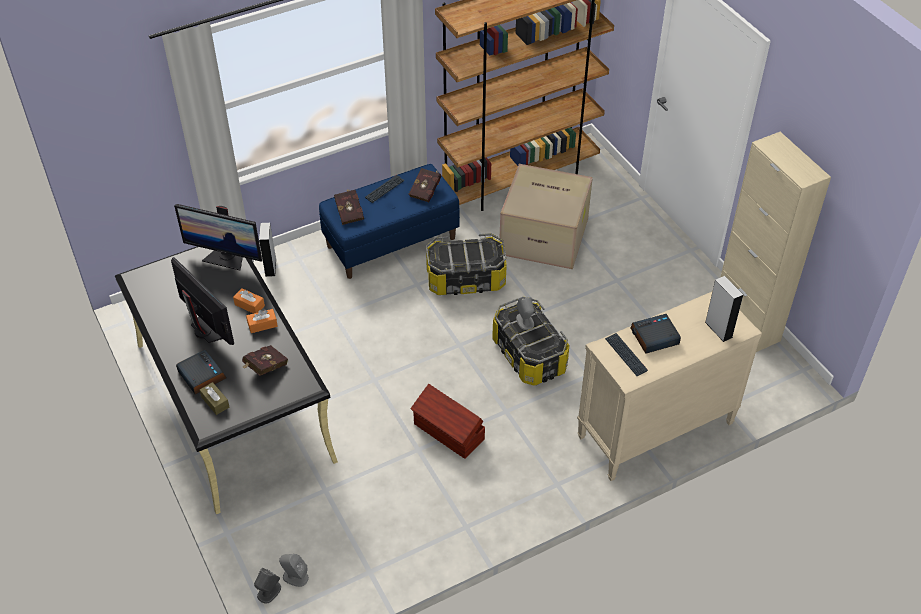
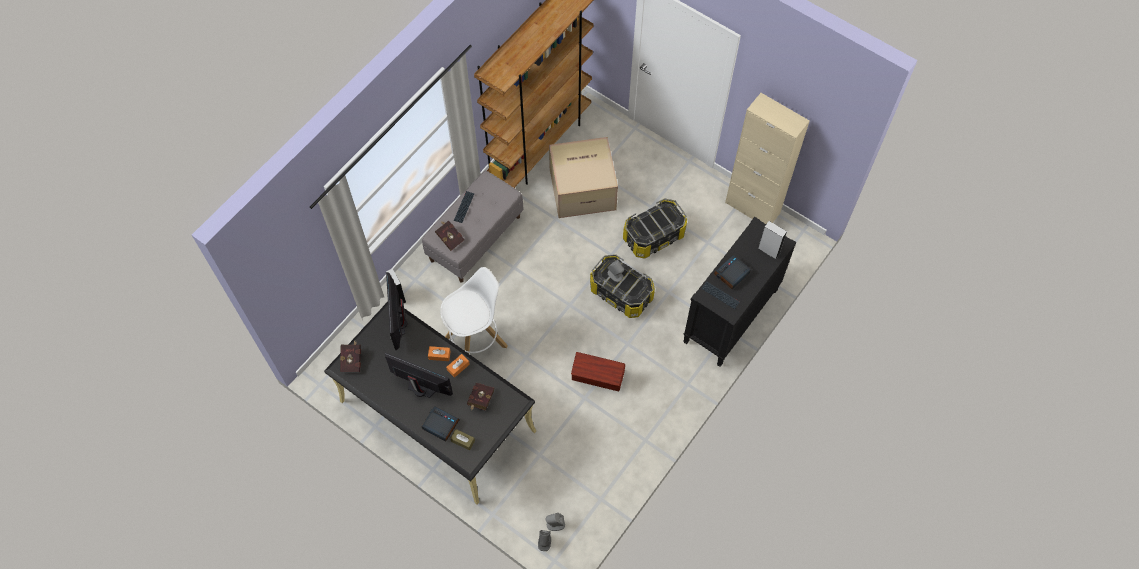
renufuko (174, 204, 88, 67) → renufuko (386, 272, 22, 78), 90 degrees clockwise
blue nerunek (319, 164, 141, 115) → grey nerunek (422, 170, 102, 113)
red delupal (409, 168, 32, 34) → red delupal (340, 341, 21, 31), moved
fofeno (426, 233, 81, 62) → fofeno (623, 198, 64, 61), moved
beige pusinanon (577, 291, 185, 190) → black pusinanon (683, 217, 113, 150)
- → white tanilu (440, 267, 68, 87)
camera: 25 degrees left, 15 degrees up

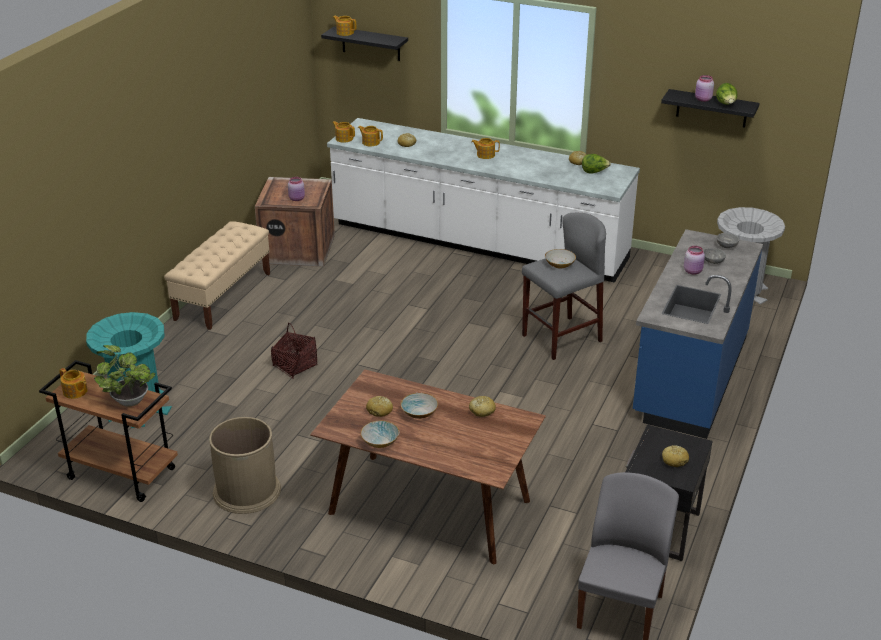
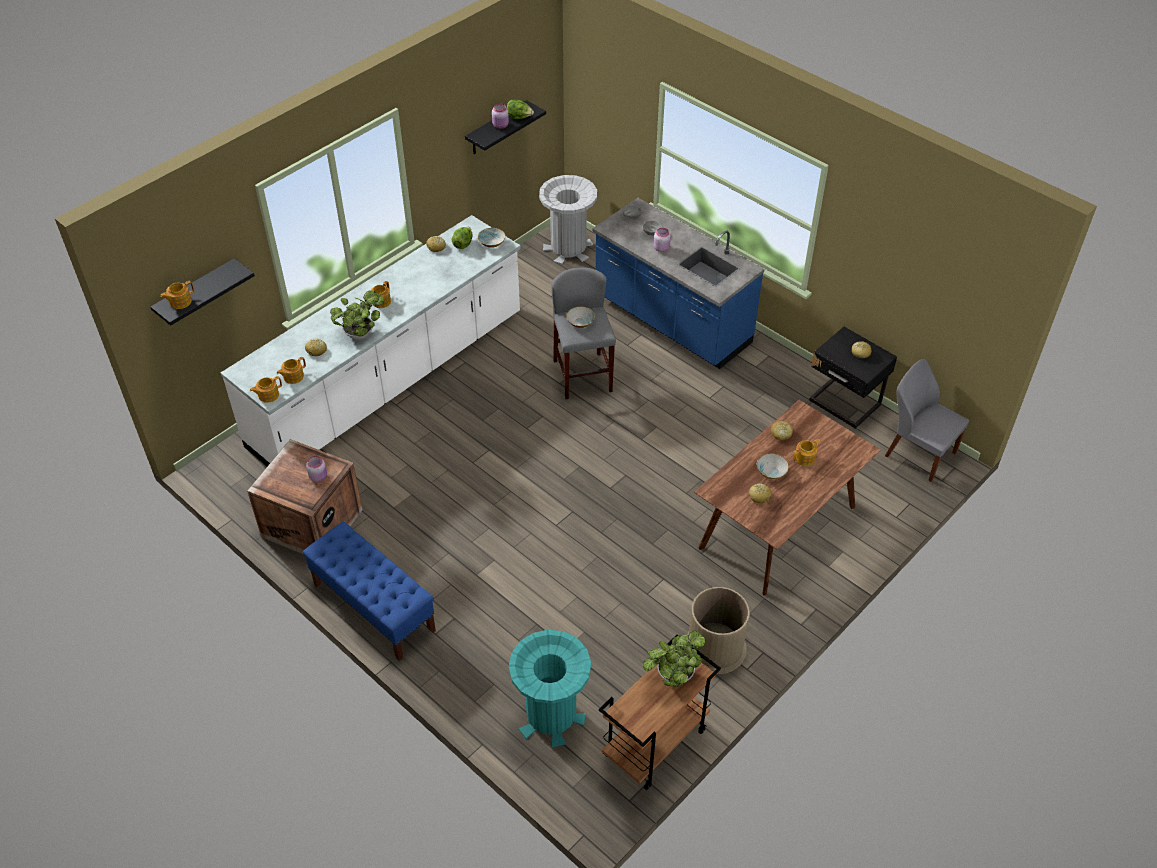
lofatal (59, 368, 29, 31) → lofatal (793, 439, 27, 27), moved
beige nerunek (164, 221, 106, 109) → blue nerunek (303, 521, 133, 140)
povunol (271, 323, 47, 56) → -
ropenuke (360, 421, 39, 27) → ropenuke (478, 228, 28, 20), moved
- → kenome (330, 291, 55, 49)
camera: 70 degrees left, 15 degrees up

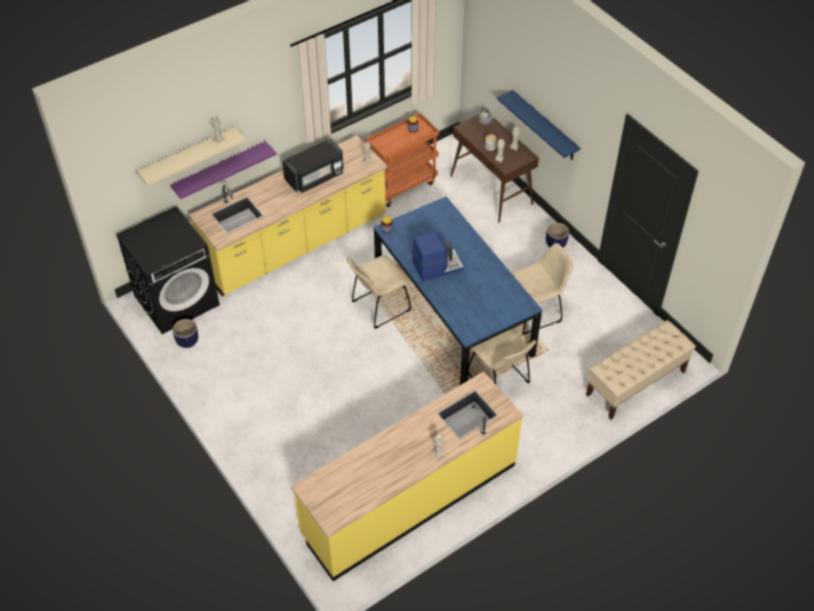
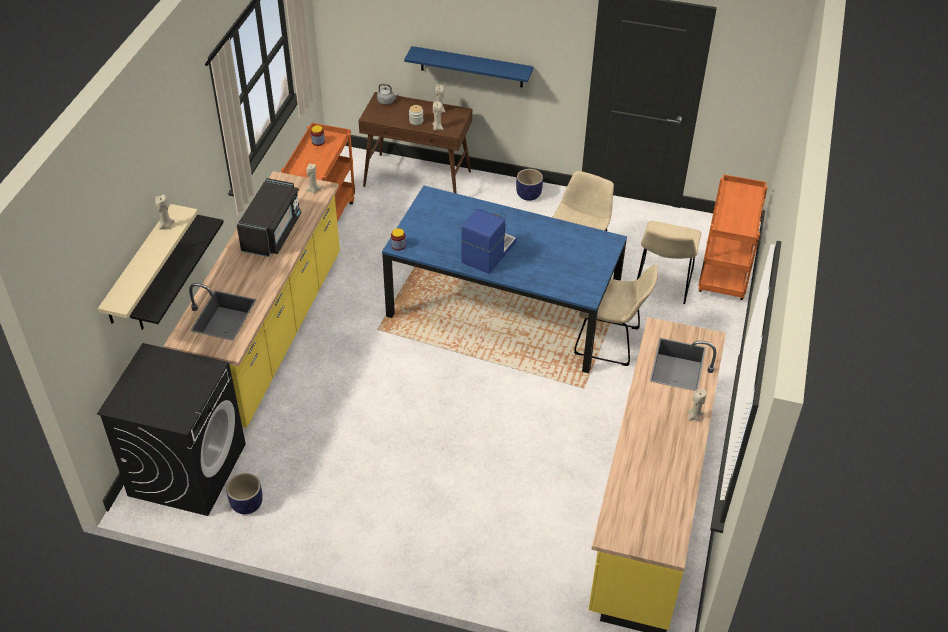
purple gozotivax (170, 141, 107, 58) → black gozotivax (130, 215, 94, 115)
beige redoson (346, 255, 65, 74) → beige redoson (637, 221, 64, 83), moved
beige nerunek (586, 320, 110, 100) → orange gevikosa (698, 174, 70, 126)
camera: 40 degrees left, 5 degrees down

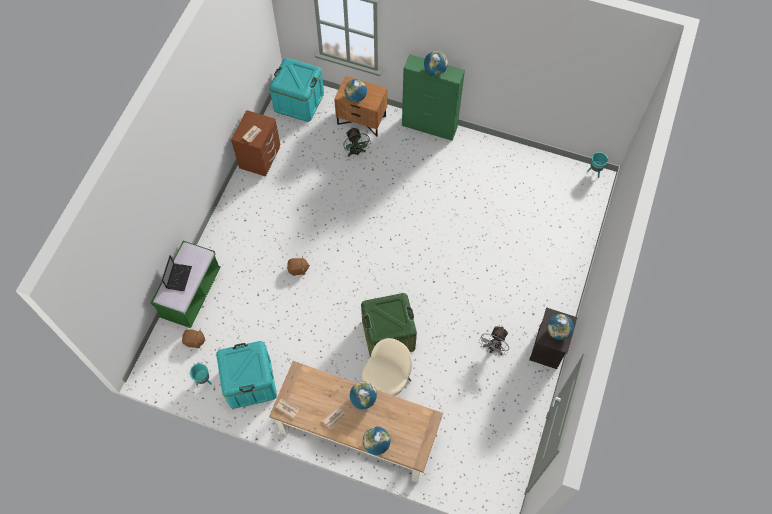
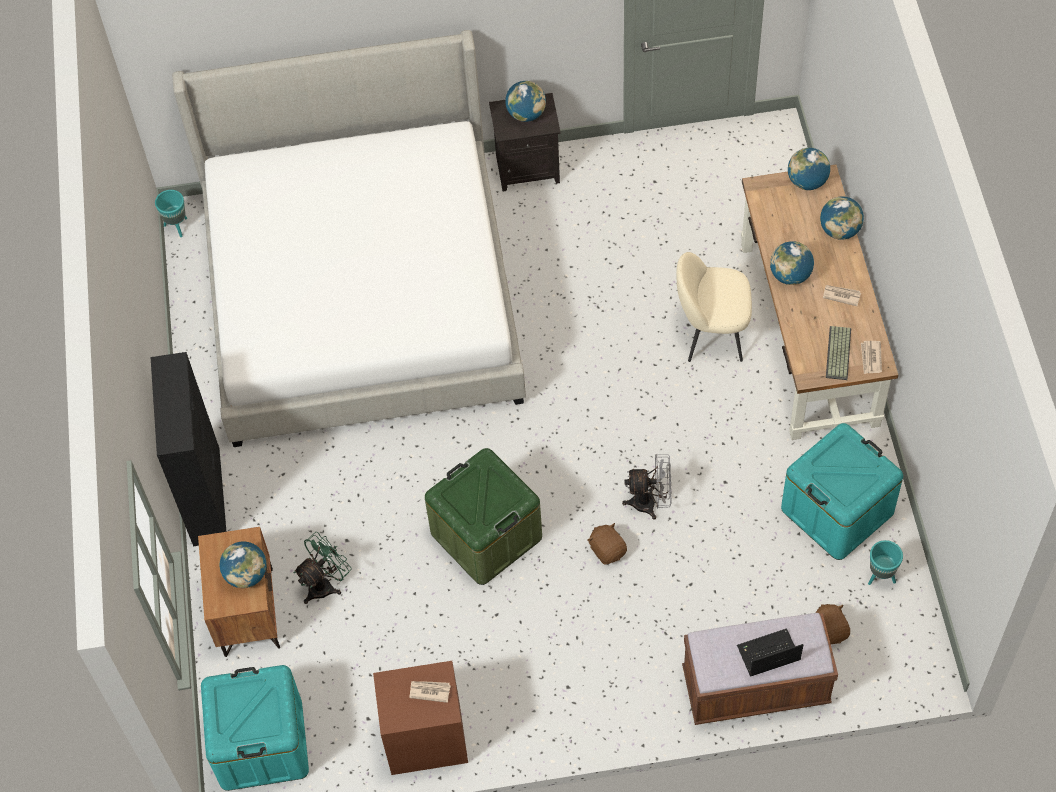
green nerunek (151, 241, 70, 87) → brown nerunek (682, 613, 156, 112)
green fofeno (361, 293, 56, 63) → green fofeno (425, 448, 117, 137), moved
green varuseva (402, 54, 63, 87) → black varuseva (151, 352, 75, 194)
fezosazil (424, 51, 24, 24) → fezosazil (788, 148, 42, 42), moved
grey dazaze (481, 326, 28, 31) → grey dazaze (622, 454, 50, 66), moved
- → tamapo (172, 30, 354, 417)
- → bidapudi (826, 326, 25, 54)
camera: 115 degrees left, 5 degrees down

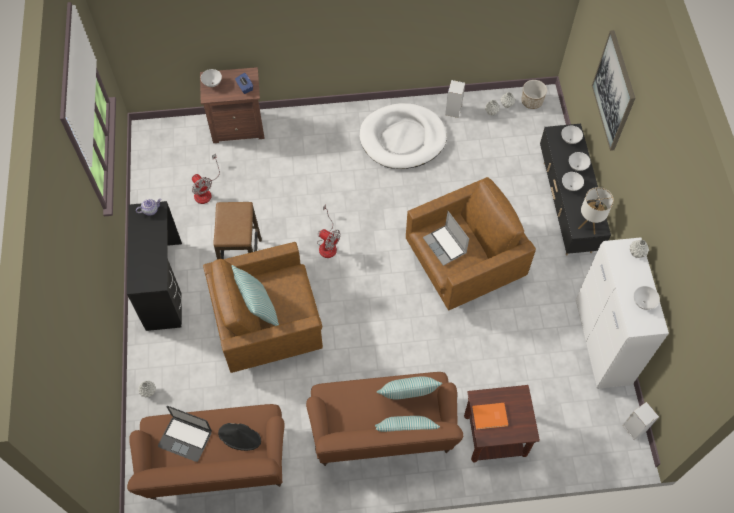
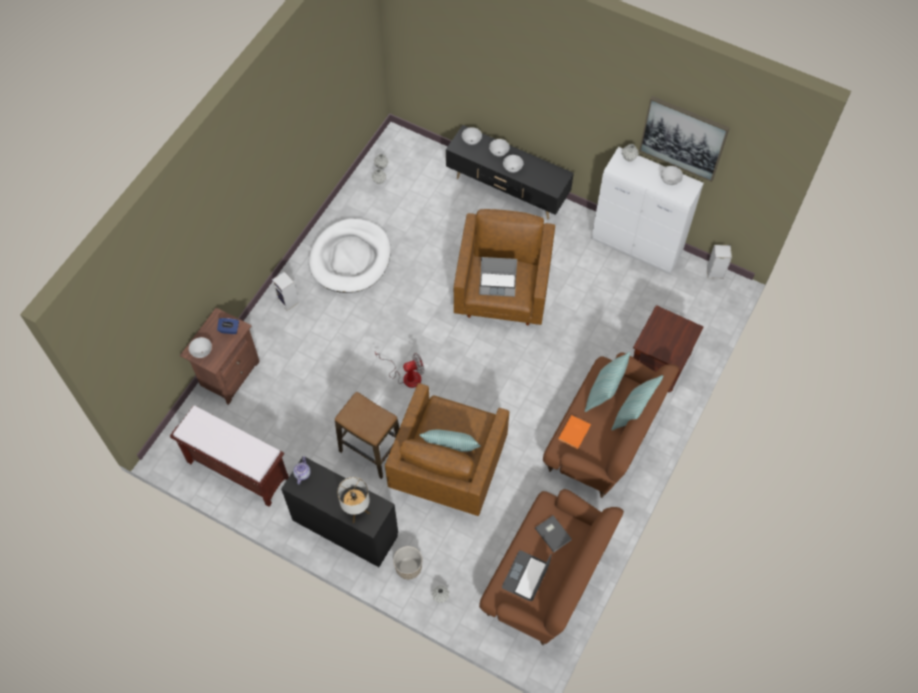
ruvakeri (158, 406, 54, 56) → ruvakeri (502, 550, 50, 51), 150 degrees clockwise
dazaze (192, 154, 28, 50) → -
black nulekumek (218, 423, 43, 28) → grey delupal (535, 516, 37, 37)
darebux (445, 80, 20, 38) → darebux (272, 272, 27, 39), moved
orange delupal (472, 403, 36, 27) → orange delupal (558, 415, 33, 34), moved
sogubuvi (521, 80, 26, 29) → sogubuvi (393, 546, 29, 33), moved
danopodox (578, 187, 36, 47) → danopodox (337, 477, 33, 47), moved
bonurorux (592, 30, 43, 121) → bonurorux (639, 96, 91, 86), moved
- → brown nerunek (170, 405, 119, 102)
camera: 55 degrees left, 0 degrees up

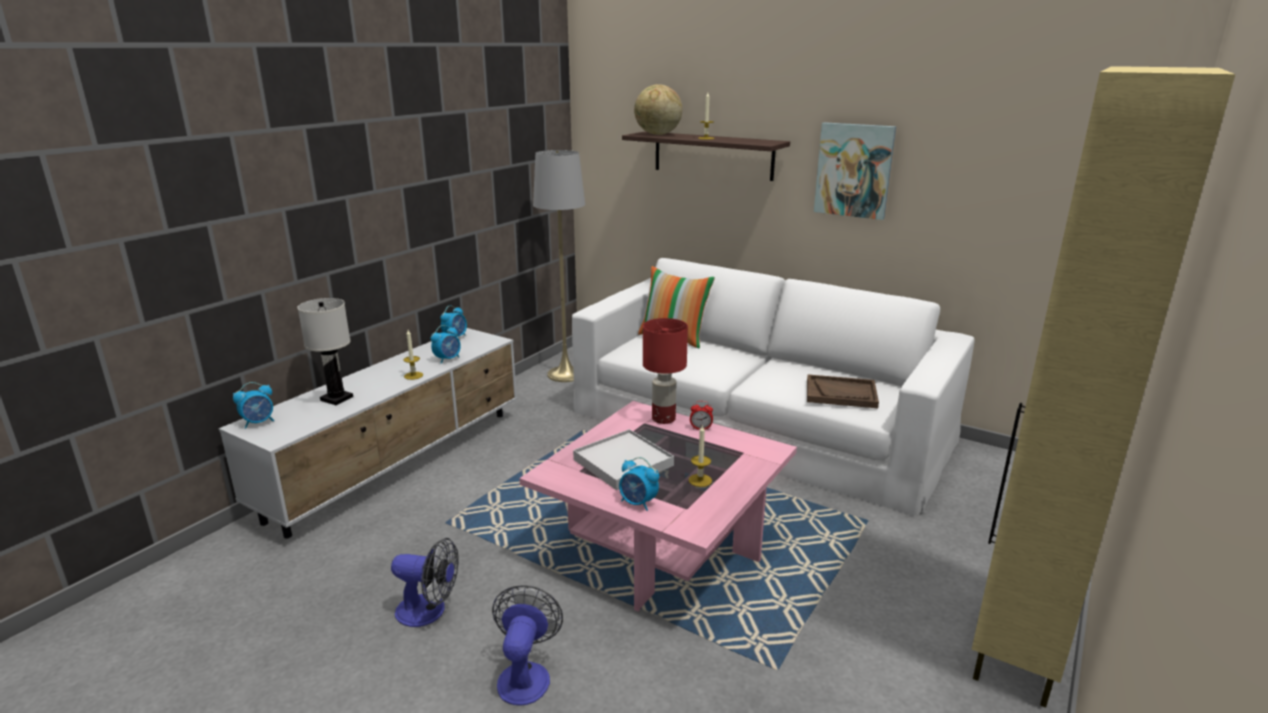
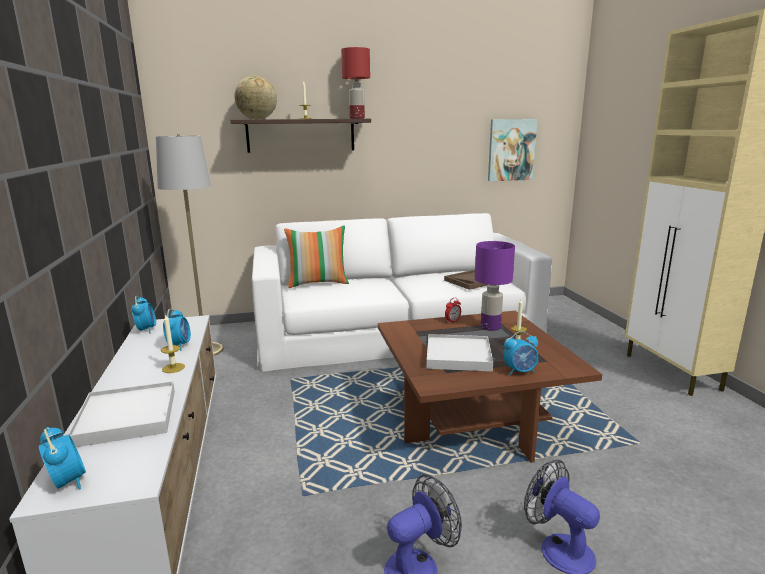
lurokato (233, 382, 41, 47) → lurokato (39, 427, 47, 63), 45 degrees counterclockwise
white danopodox (298, 298, 55, 107) → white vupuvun (68, 381, 107, 66)
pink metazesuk (519, 401, 278, 211) → brown metazesuk (378, 311, 224, 152)
red danopodox (643, 318, 45, 106) → red danopodox (341, 47, 29, 72), moved
bonurorux (814, 122, 82, 98) → bonurorux (488, 119, 50, 62), moved
- → purple danopodox (475, 241, 40, 90)
camera: 45 degrees left, 5 degrees down

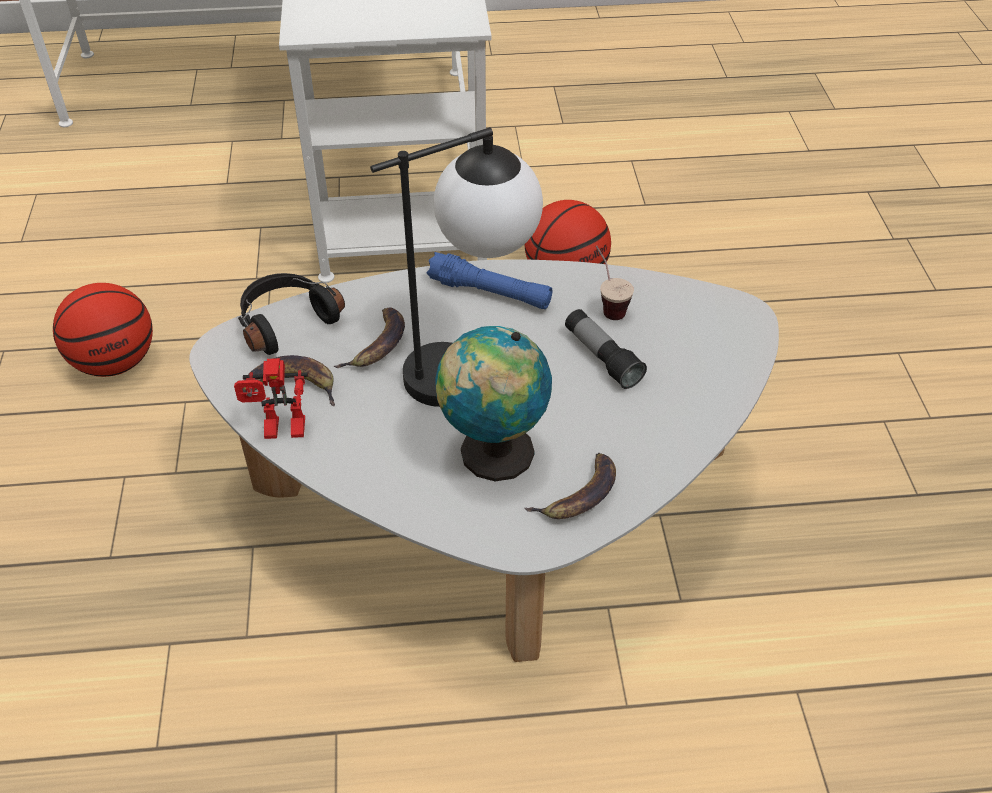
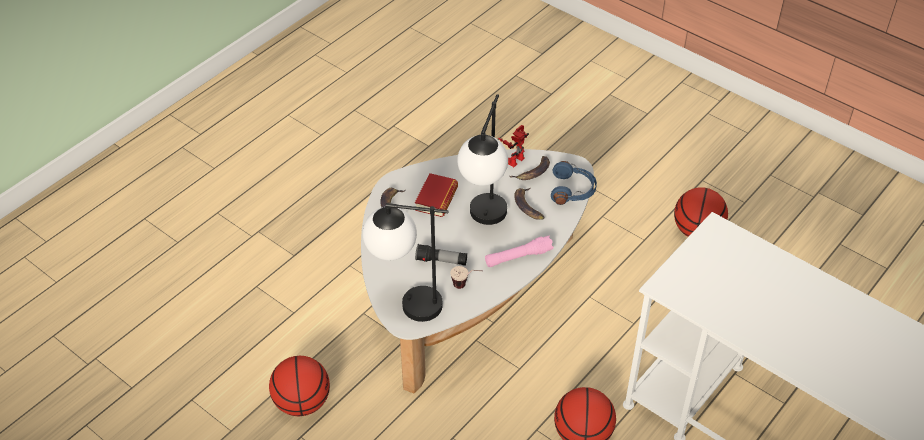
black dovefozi (238, 273, 107, 82) → blue dovefozi (551, 161, 46, 44)
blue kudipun (426, 252, 126, 57) → pink kudipun (485, 236, 69, 31)
fezosazil (435, 326, 117, 156) → delupal (415, 173, 43, 44)
- → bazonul (269, 356, 61, 60)
- → danopodox (363, 203, 86, 119)
camera: 135 degrees right, 0 degrees up

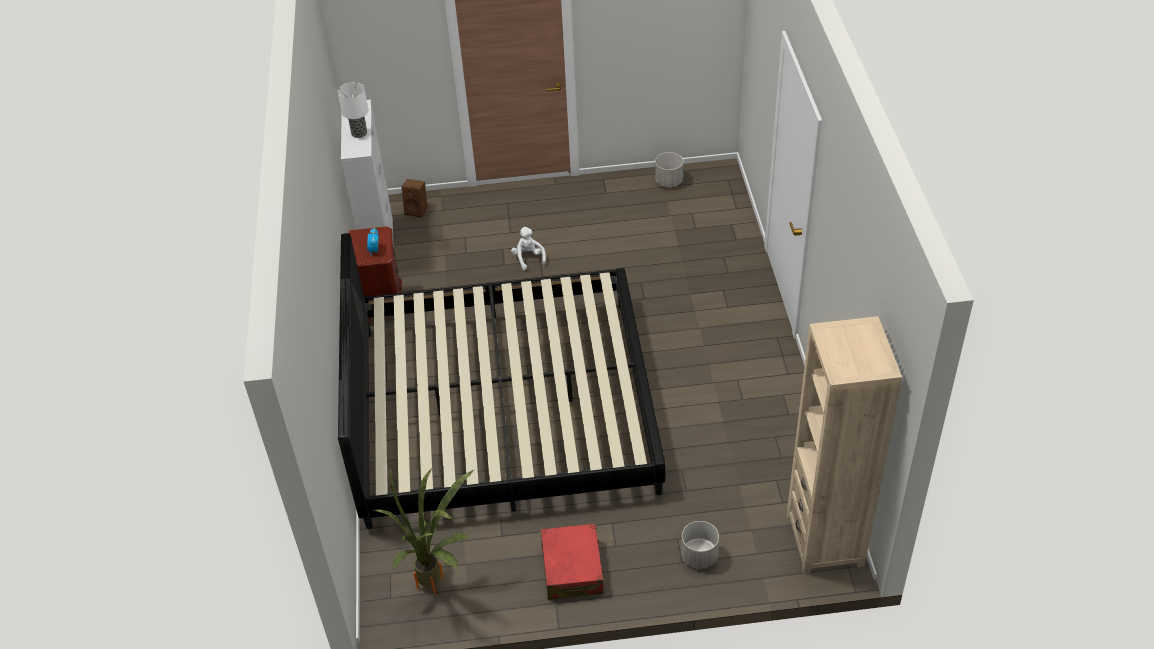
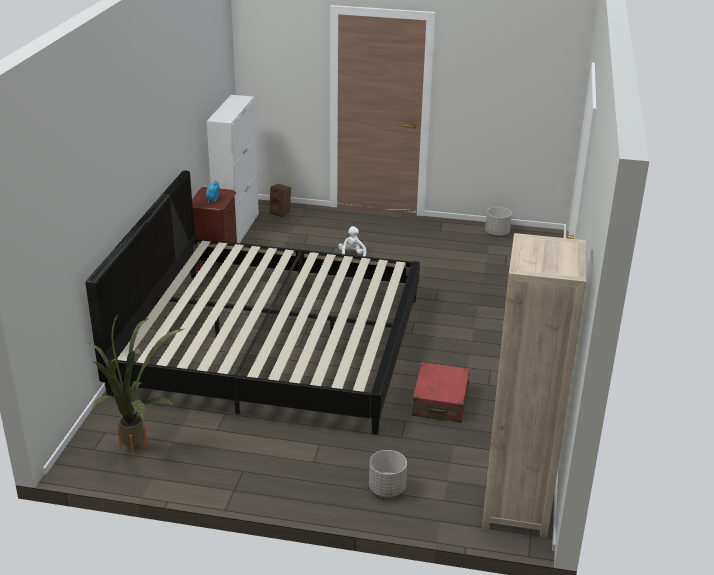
danopodox (337, 82, 31, 56) → -
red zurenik (541, 524, 63, 76) → red zurenik (412, 362, 58, 61), moved
camera: 15 degrees right, 15 degrees down

